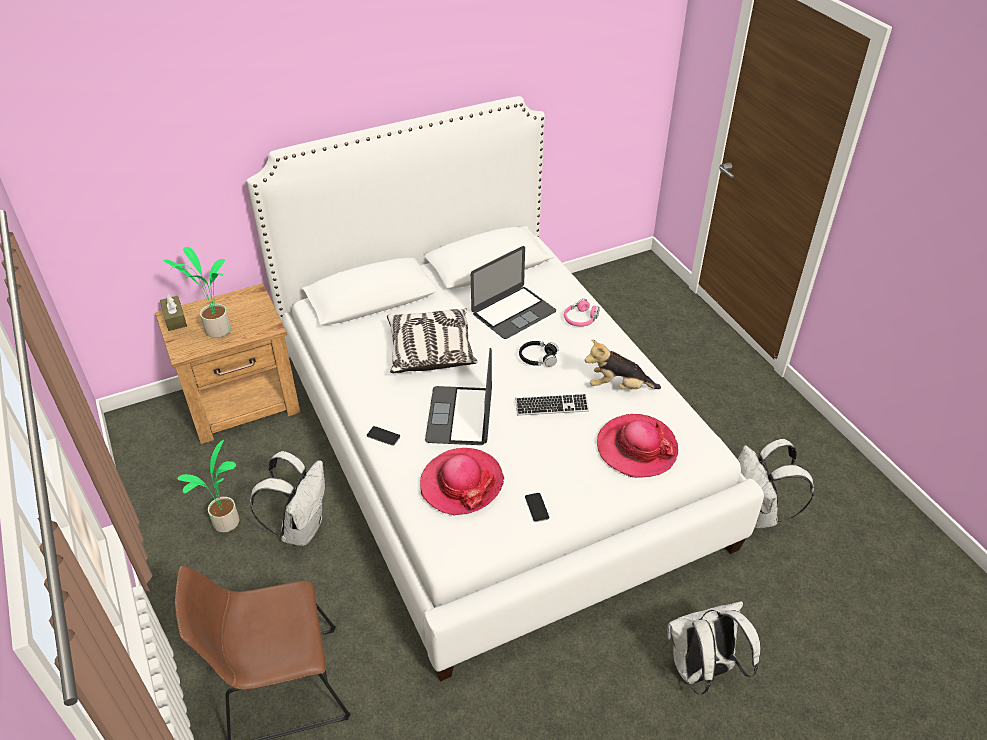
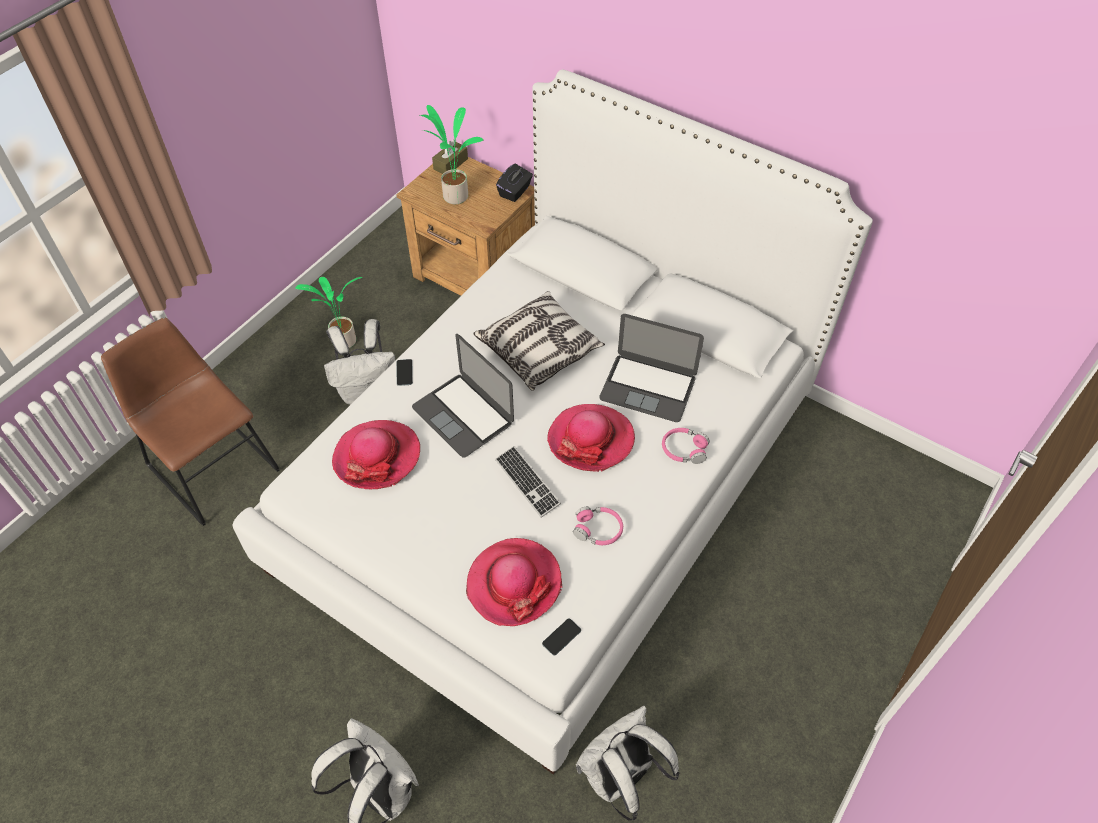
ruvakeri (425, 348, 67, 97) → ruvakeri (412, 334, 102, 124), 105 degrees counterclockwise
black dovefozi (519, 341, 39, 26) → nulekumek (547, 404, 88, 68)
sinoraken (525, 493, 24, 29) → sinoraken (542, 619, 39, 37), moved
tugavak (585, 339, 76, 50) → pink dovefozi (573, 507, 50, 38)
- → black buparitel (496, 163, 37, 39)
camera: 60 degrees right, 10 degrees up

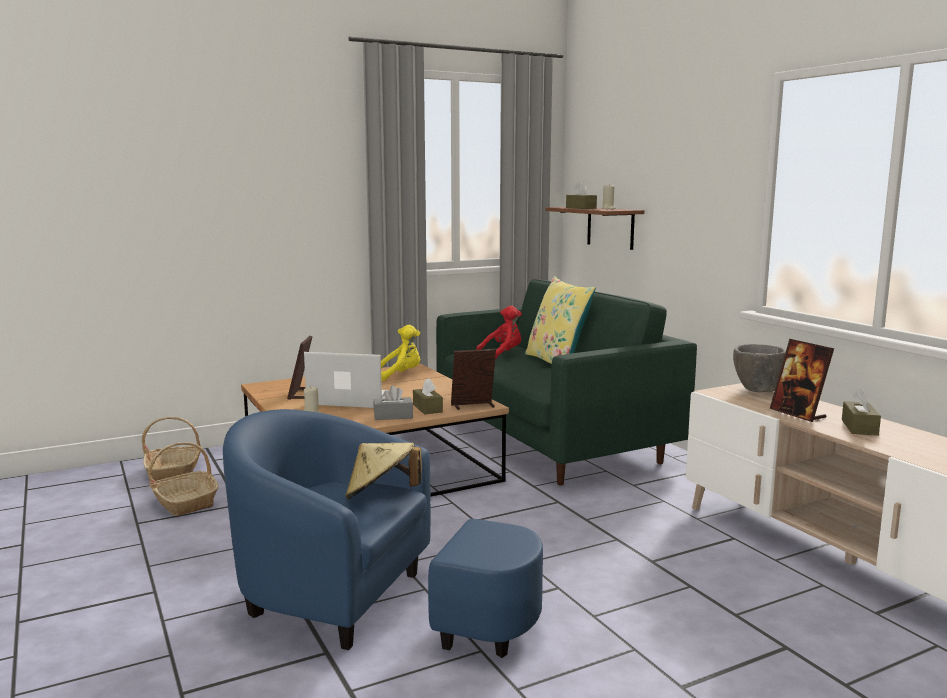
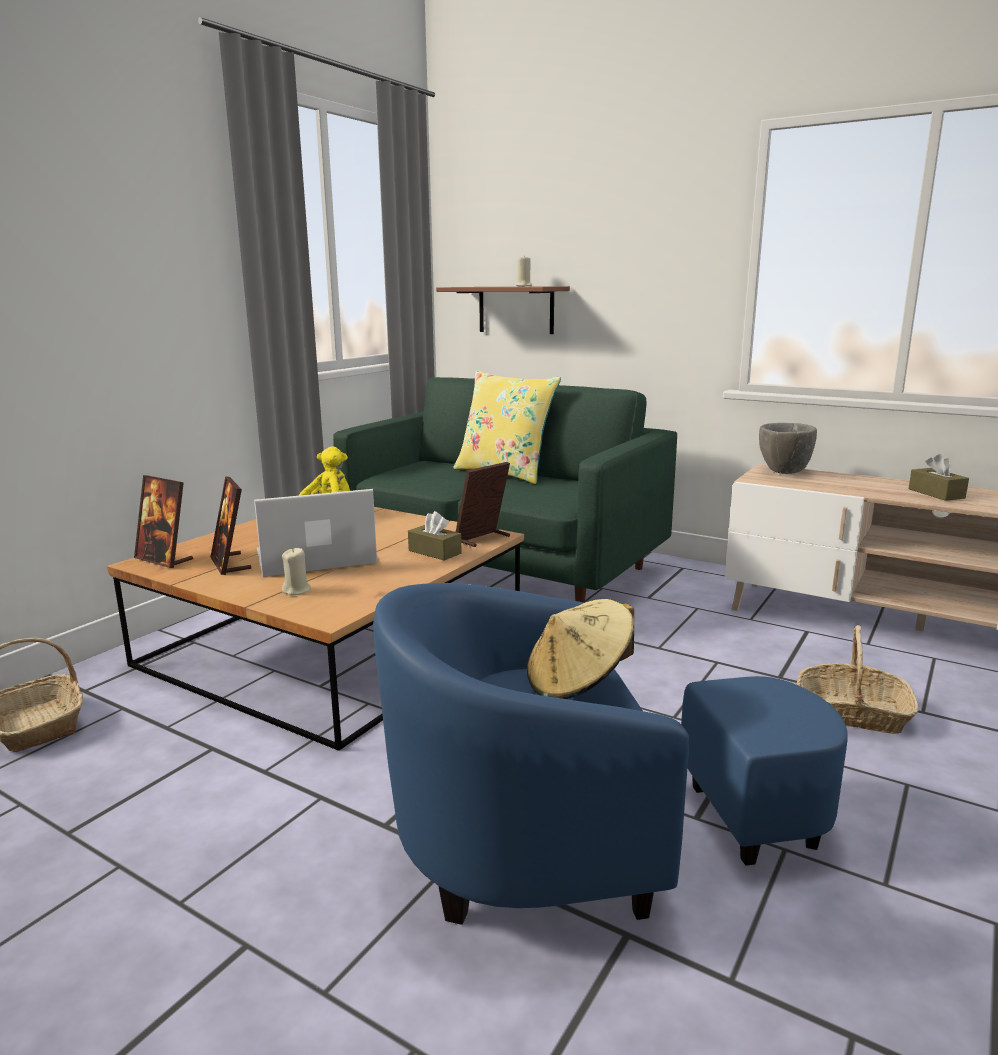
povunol (148, 442, 71, 74) → povunol (797, 625, 122, 109), moved
grey buparitel (373, 385, 40, 35) → -
red tugavak (476, 306, 46, 53) → -
brown buparitel (566, 182, 31, 27) → -
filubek (770, 339, 64, 83) → filubek (134, 475, 59, 93), moved
camera: 30 degrees left, 5 degrees up

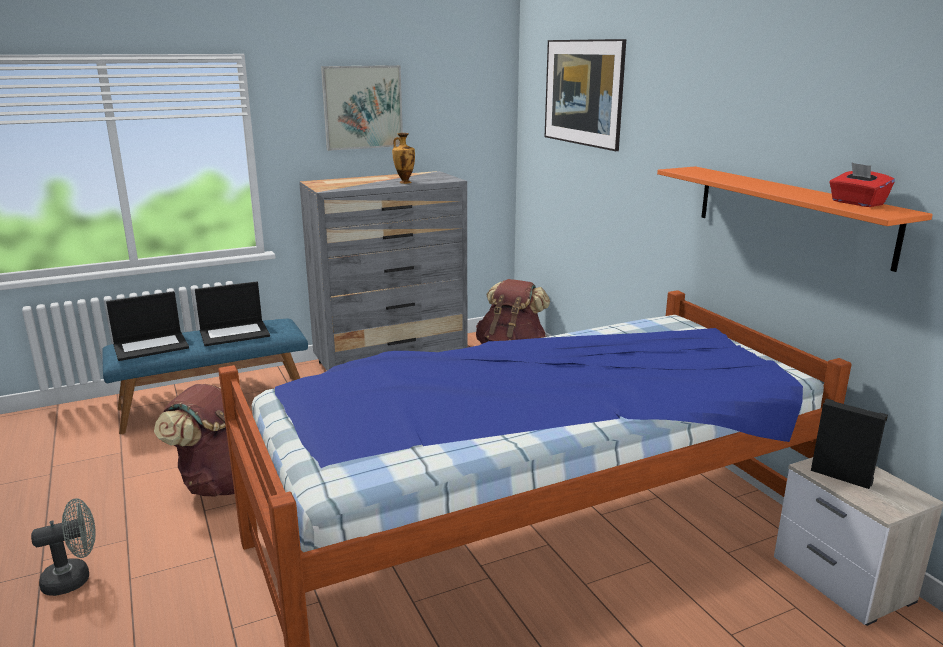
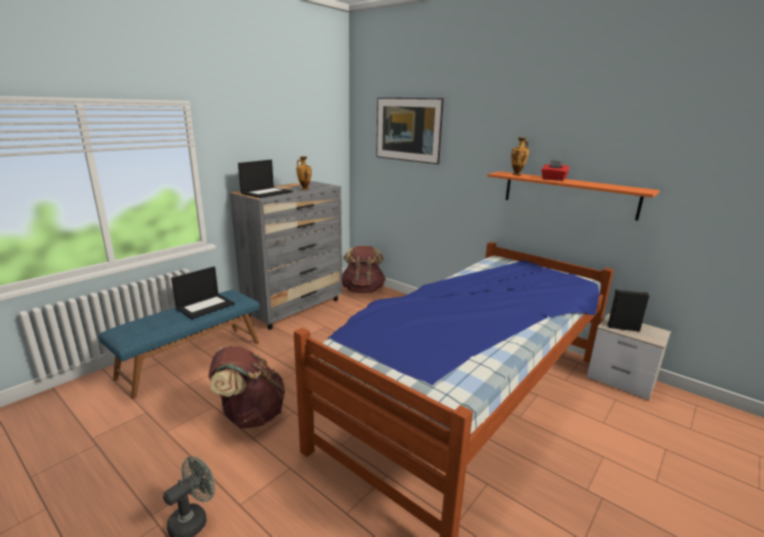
ruvakeri (106, 291, 83, 70) → ruvakeri (238, 160, 55, 38), moved
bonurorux (321, 65, 82, 86) → -
red buparitel (829, 162, 66, 45) → red buparitel (541, 160, 29, 21), moved
- → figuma (511, 137, 18, 38)
camera: 25 degrees left, 0 degrees up

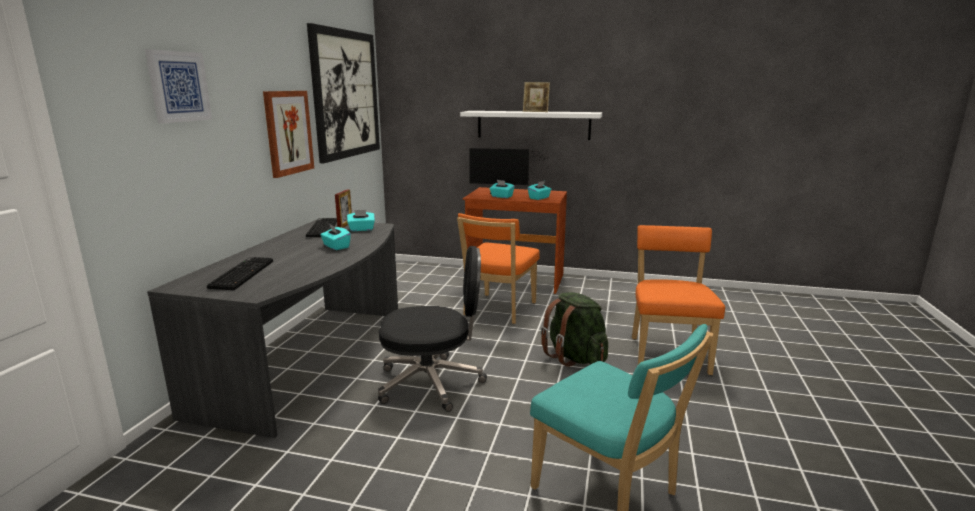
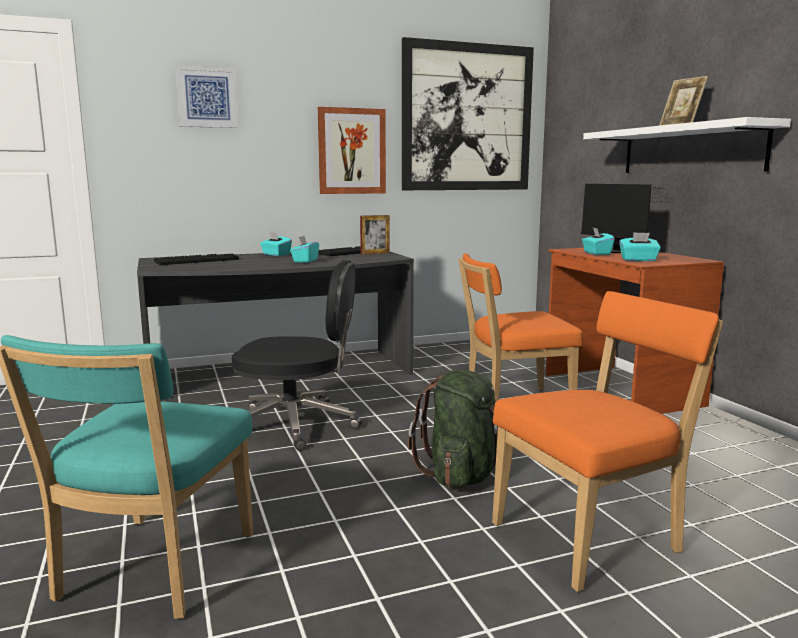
turquoise buparitel (347, 210, 28, 21) → turquoise buparitel (260, 232, 32, 24), moved
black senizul (378, 246, 109, 166) → black senizul (232, 260, 130, 191), 45 degrees counterclockwise
camera: 55 degrees right, 5 degrees down

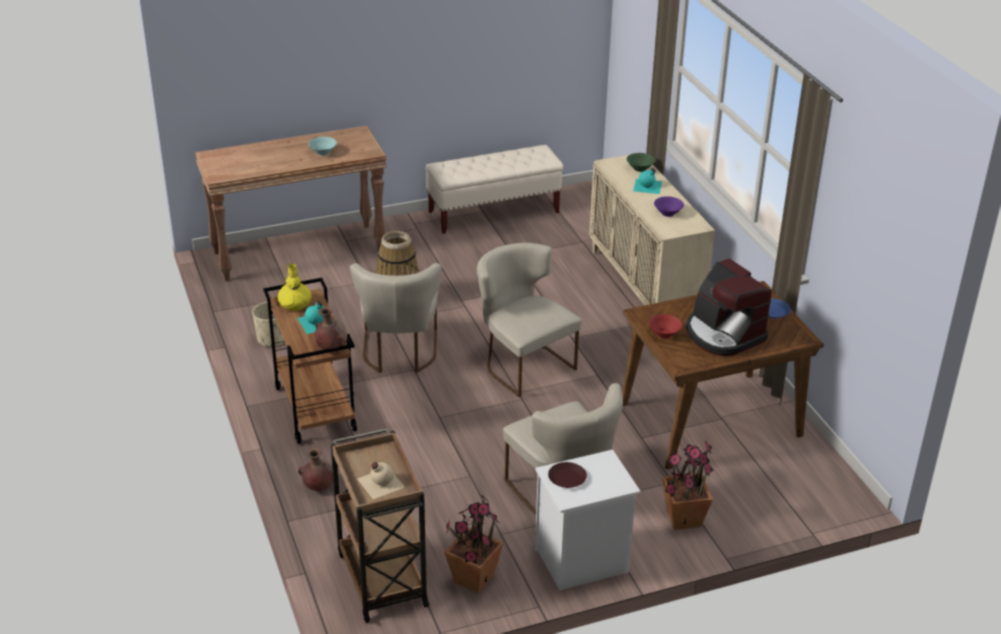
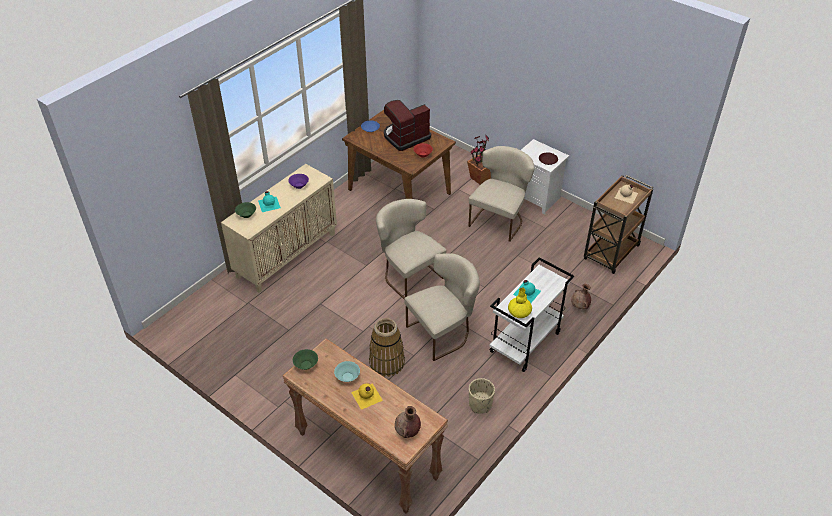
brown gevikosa (263, 278, 94, 166) → white gevikosa (489, 257, 85, 115)
brown figuma (315, 307, 32, 43) → brown figuma (395, 406, 26, 32), moved
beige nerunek (426, 145, 137, 89) → -
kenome (445, 495, 58, 99) → -
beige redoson (477, 243, 105, 154) → beige redoson (376, 199, 70, 100), 120 degrees clockwise
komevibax (686, 258, 86, 98) → komevibax (384, 100, 47, 51), 150 degrees counterclockwise
- → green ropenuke (293, 349, 25, 21)
- → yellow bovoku (351, 383, 32, 27)
camera: 120 degrees left, 10 degrees up

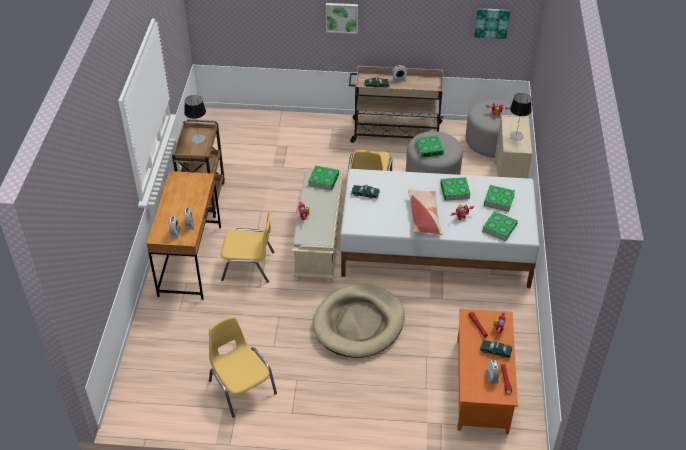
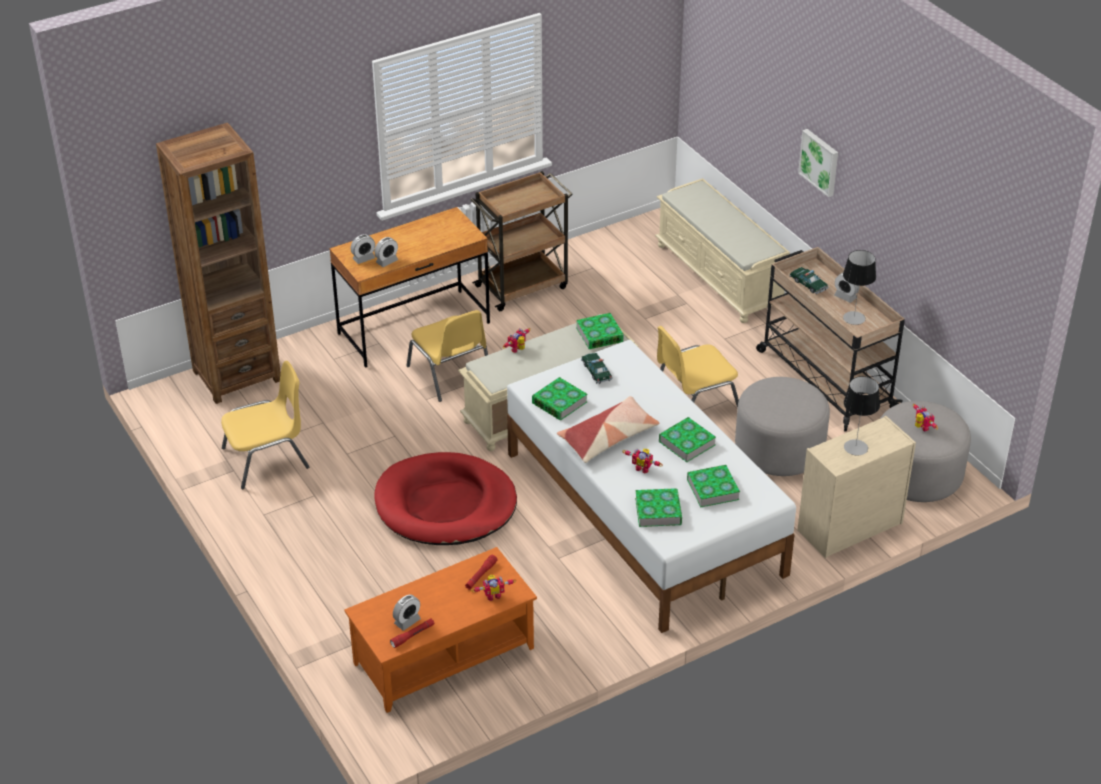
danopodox (184, 95, 22, 48) → danopodox (843, 250, 33, 75), moved
yellow redoson (209, 316, 68, 102) → yellow redoson (221, 361, 88, 128), 45 degrees clockwise
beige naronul (313, 284, 92, 74) → red naronul (374, 452, 143, 93)
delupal (415, 135, 29, 23) → delupal (532, 377, 55, 43), moved
bonurorux (474, 8, 36, 31) → -
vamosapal (480, 340, 32, 18) → -
- → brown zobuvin (156, 123, 125, 281)
- → beige nerunek (655, 178, 135, 145)
camera: 55 degrees right, 5 degrees down

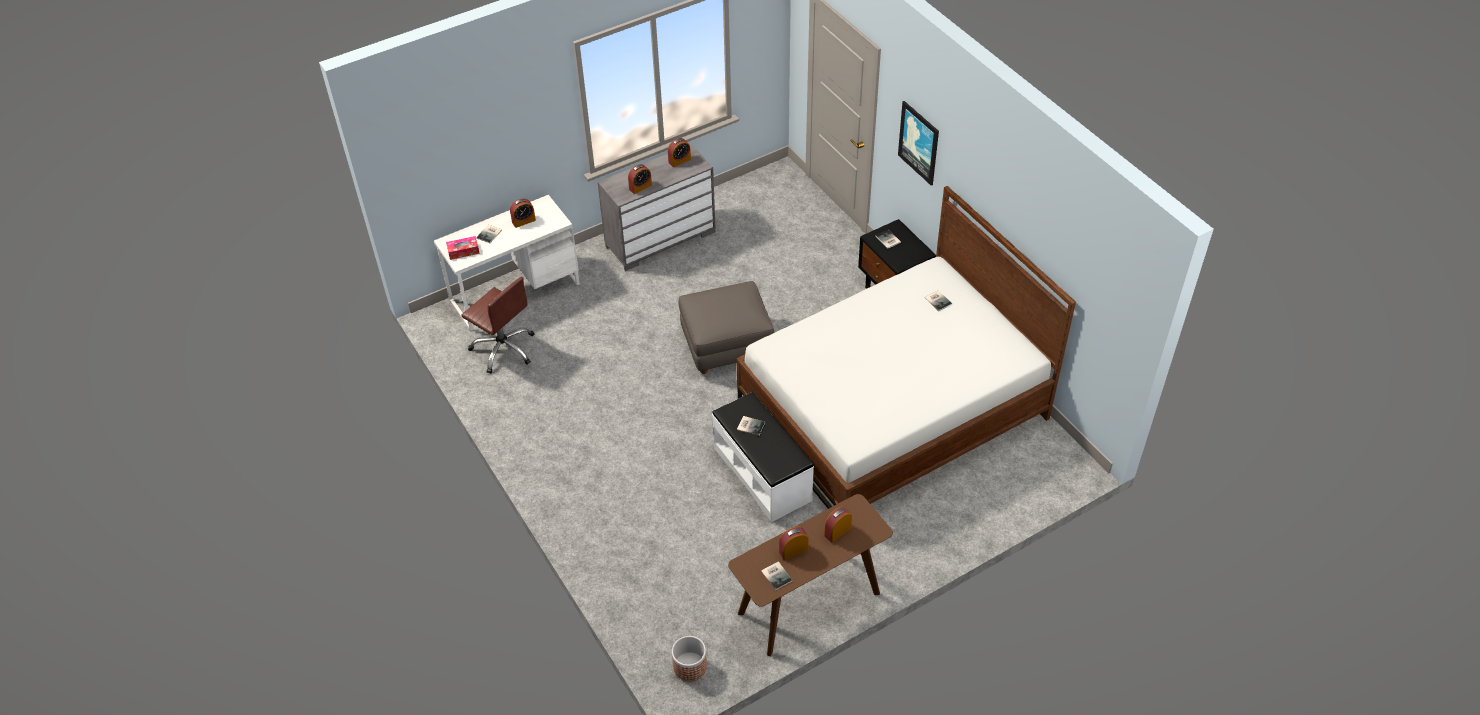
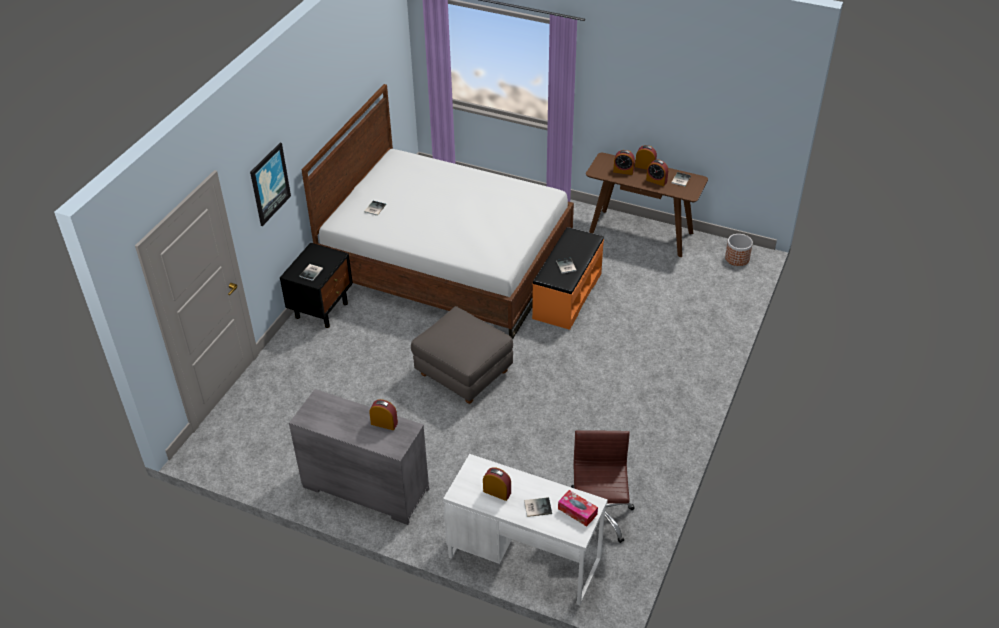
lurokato (668, 138, 23, 29) → lurokato (635, 145, 22, 25), moved
white nerunek (712, 392, 102, 130) → orange nerunek (532, 227, 72, 103)
camera: 125 degrees left, 5 degrees down

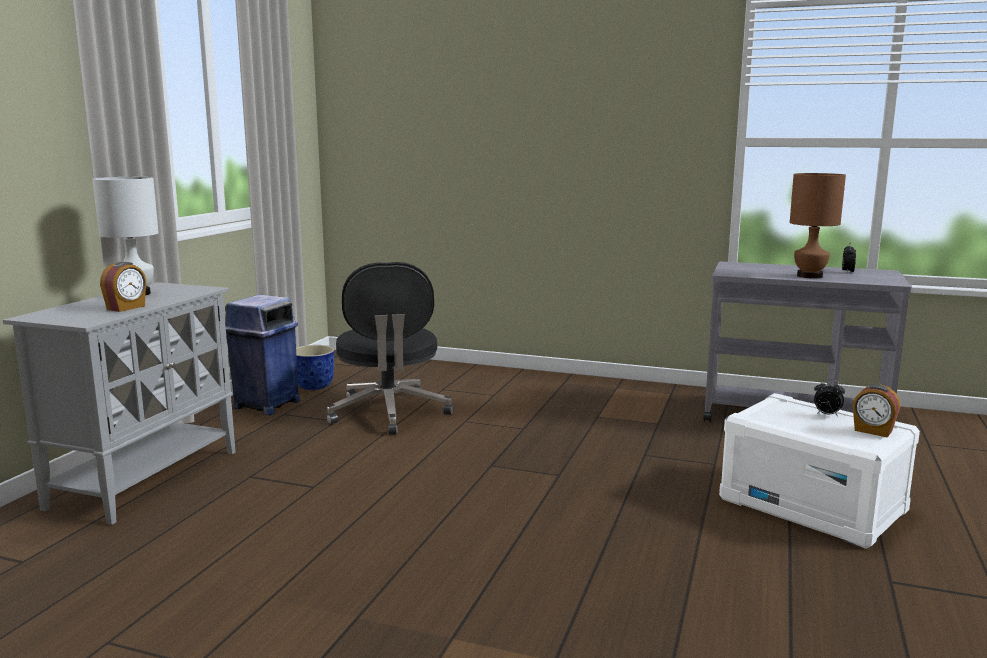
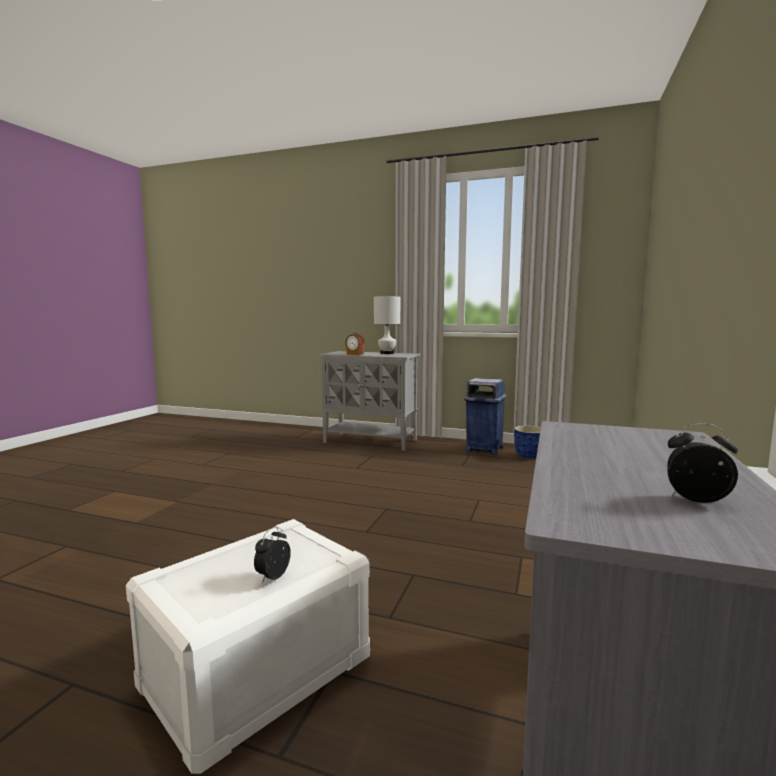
black senizul (326, 262, 127, 173) → -
brown danopodox (790, 173, 56, 106) → -
lurokato (853, 384, 47, 53) → -
camera: 90 degrees right, 5 degrees down

